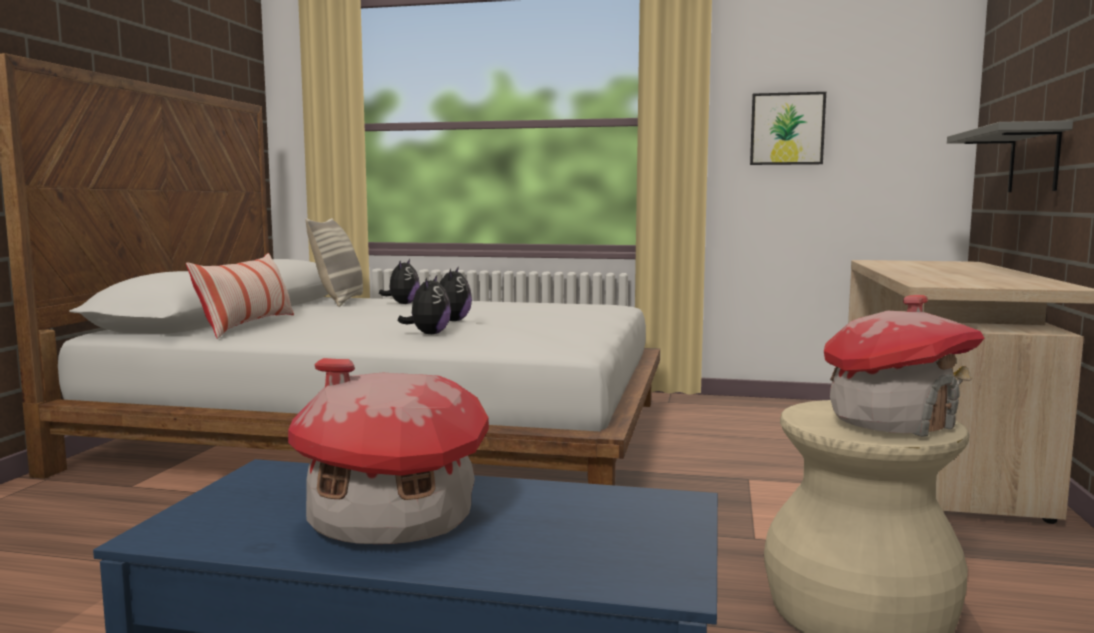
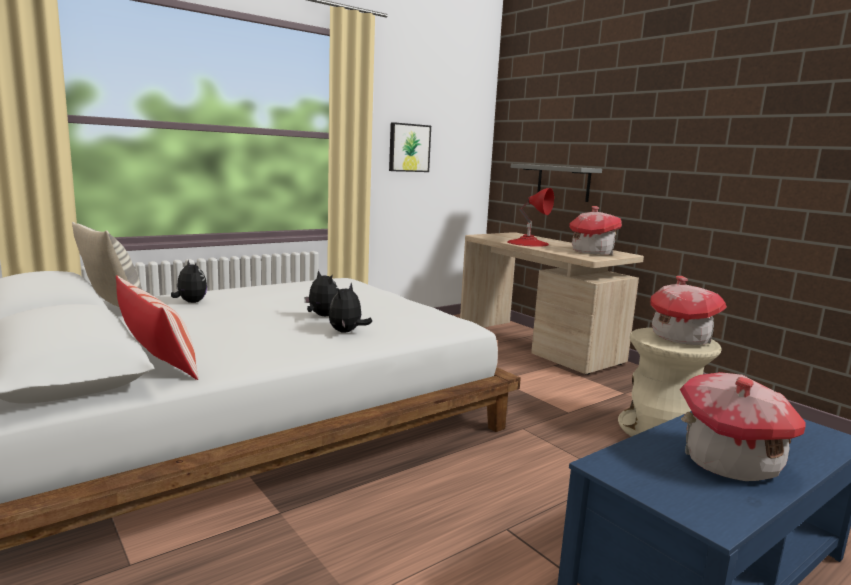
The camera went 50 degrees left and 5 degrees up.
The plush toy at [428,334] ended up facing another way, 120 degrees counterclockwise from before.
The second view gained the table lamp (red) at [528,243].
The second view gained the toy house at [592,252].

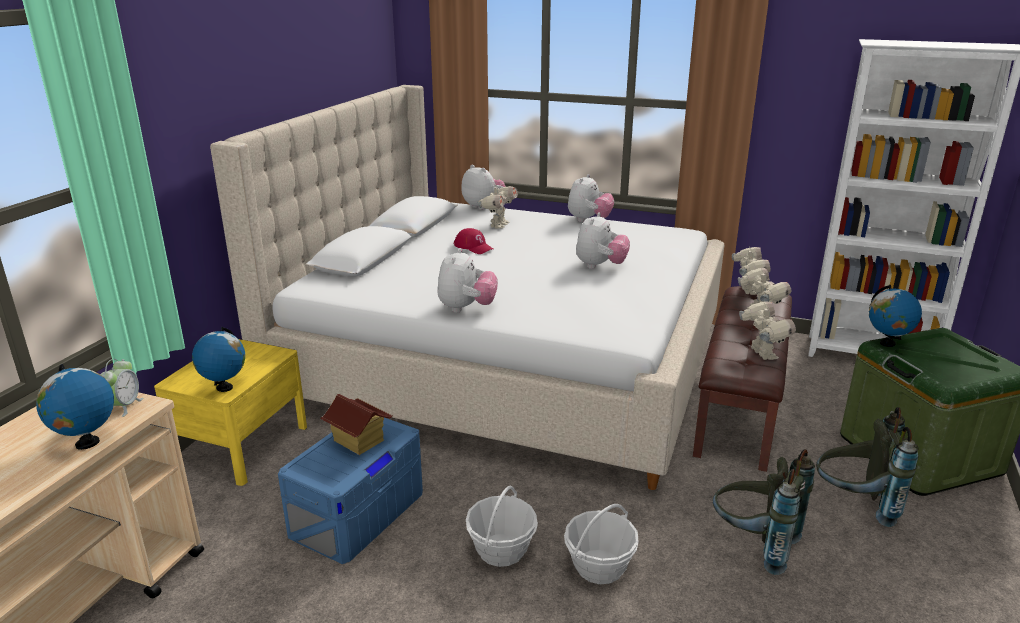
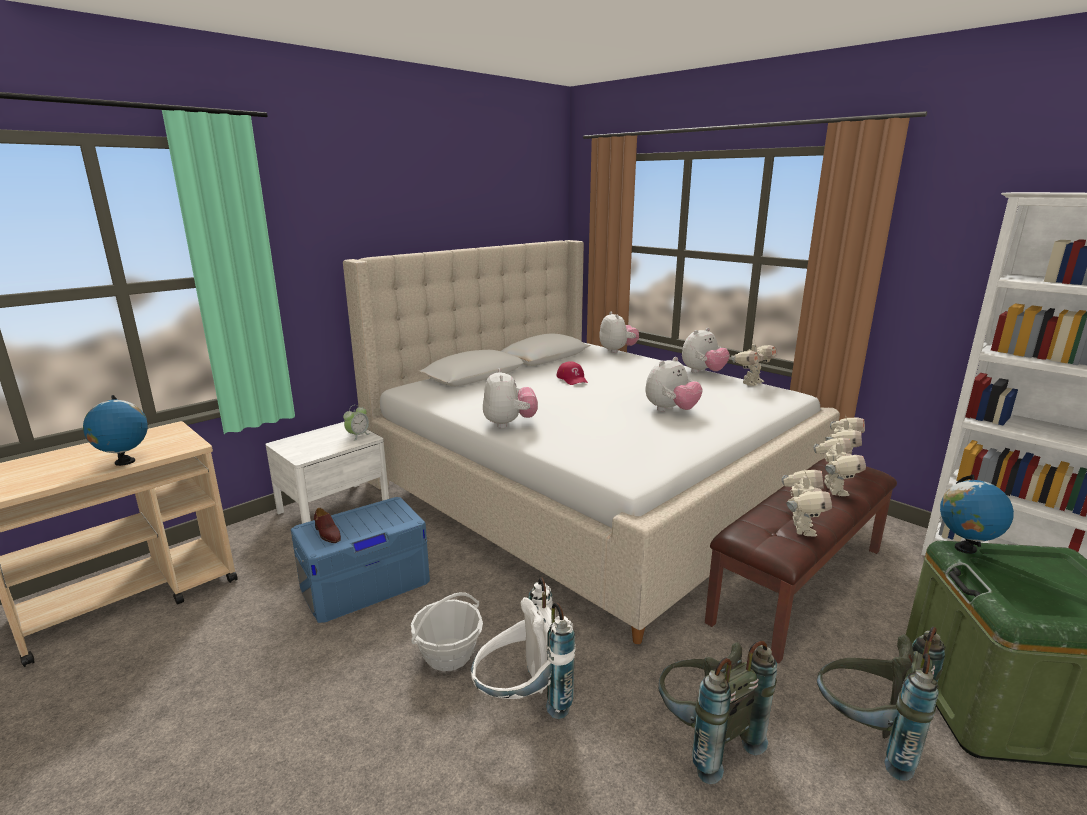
The camera went 25 degrees right and 5 degrees down.
The toy robot ended up elsewhere, having gone from [498,225] to [751,383].
The plush toy at [466,308] ended up facing another way, 45 degrees counterclockwise from before.
The second view lost the globe at [224,388].
What was the nightstand (yellow) at [242,446] turned into the nightstand (white) at [334,509].
The alarm clock ended up elsewhere, having gone from [124,406] to [358,436].
The second view lost the toy house at [358,441].
Where the basket stood at [599,566], the backpack (white) came to stand at [522,702].
The second view gained the shoe (brown) at [327,534].

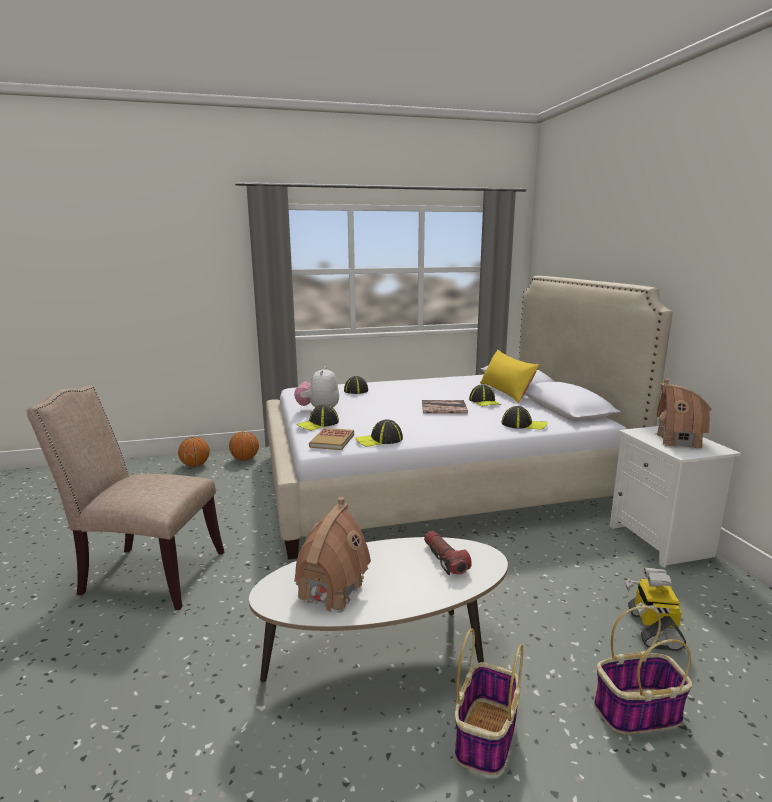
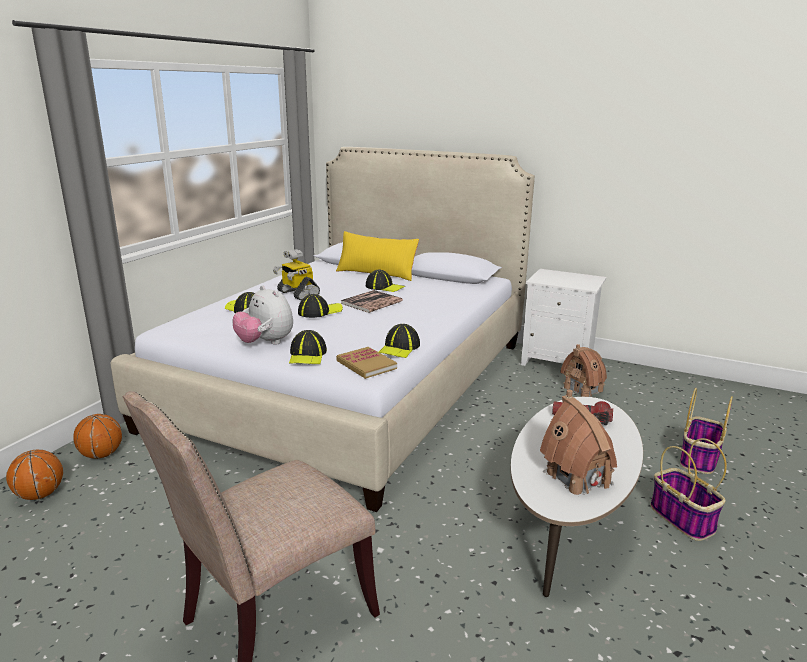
The camera went 50 degrees left and 5 degrees up.
The toy house ended up elsewhere, having gone from [678,441] to [583,389].
The cap ended up elsewhere, having gone from [523,424] to [320,311].
The toy robot ended up elsewhere, having gone from [652,629] to [297,294].

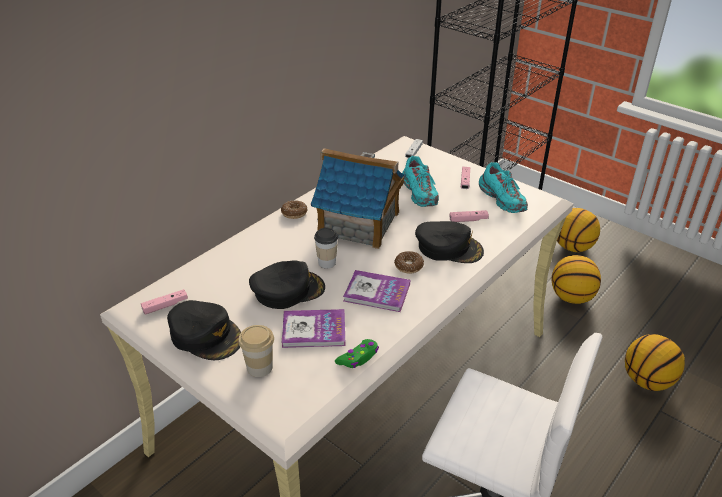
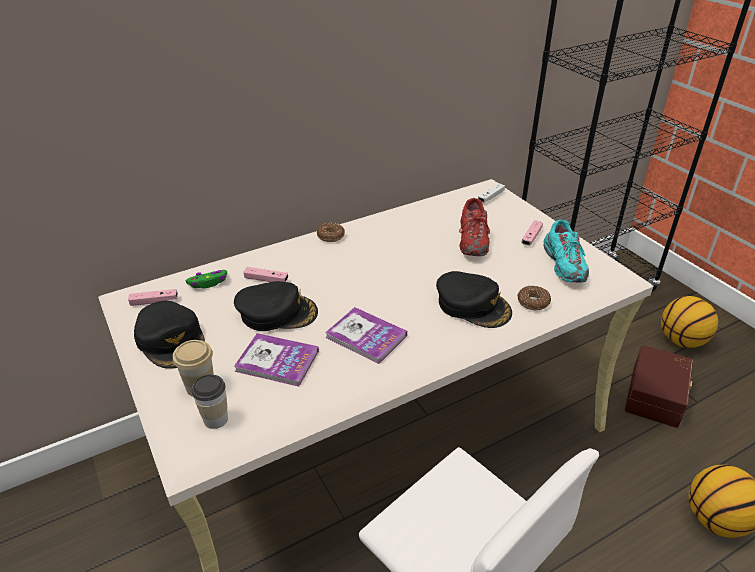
The camera went 20 degrees right and 0 degrees up.
The second view lost the toy house at [359,224].
What was the shoe (turquoise) at [419,194] turned into the shoe (red) at [472,241].
The game controller (pink) ended up elsewhere, having gone from [468,220] to [266,279].
The cup ended up elsewhere, having gone from [327,263] to [216,419].
The donut ended up elsewhere, having gone from [408,266] to [533,302].
Where the basketball stood at [571,297], the storage box (brown) came to stand at [657,396].
The game controller (green) ended up elsewhere, having gone from [358,357] to [208,283].

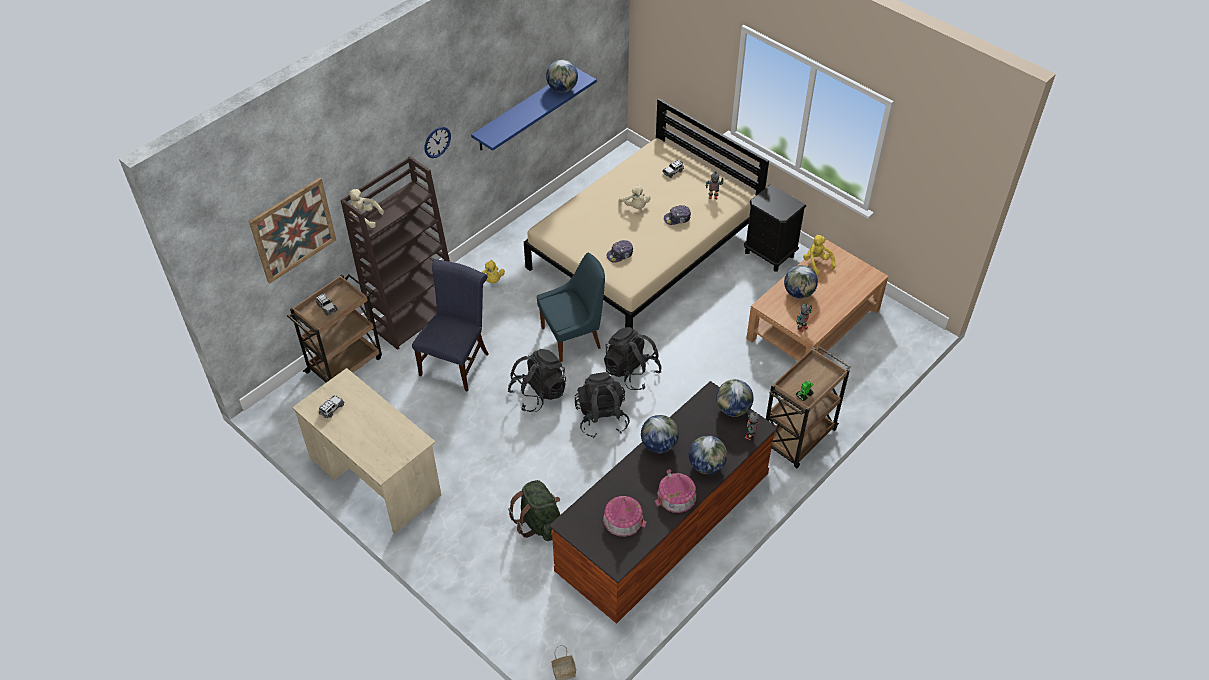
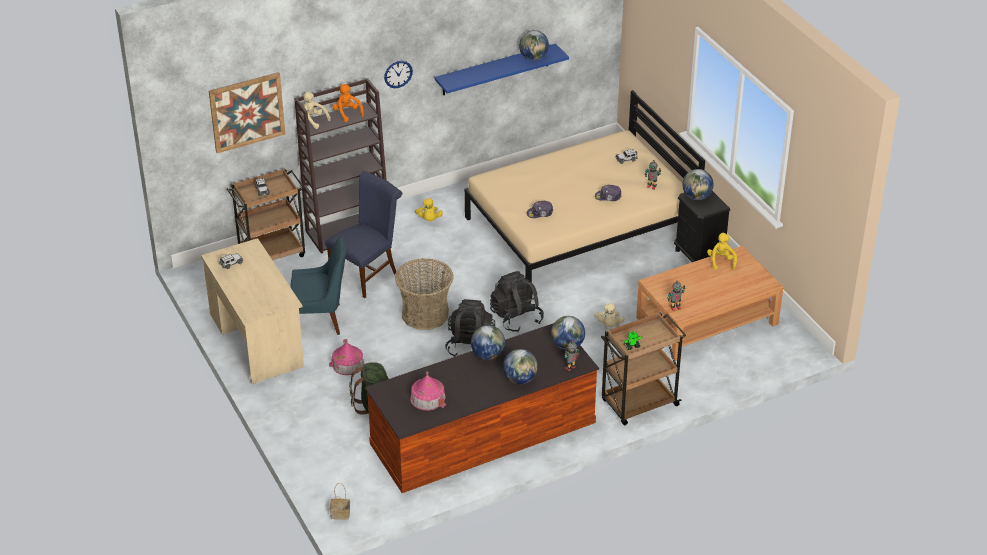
The camera went 20 degrees right and 10 degrees down.
The plush toy (beige) ended up elsewhere, having gone from [635,206] to [609,325].
The chair (blue) ended up elsewhere, having gone from [573,337] to [321,320].
The globe ended up elsewhere, having gone from [799,293] to [697,197].
Where the backpack (black) stood at [538,393], the basket came to stand at [425,314].
The toy house ended up elsewhere, having gone from [676,496] to [348,364].
The second view gained the plush toy (orange) at [347,113].

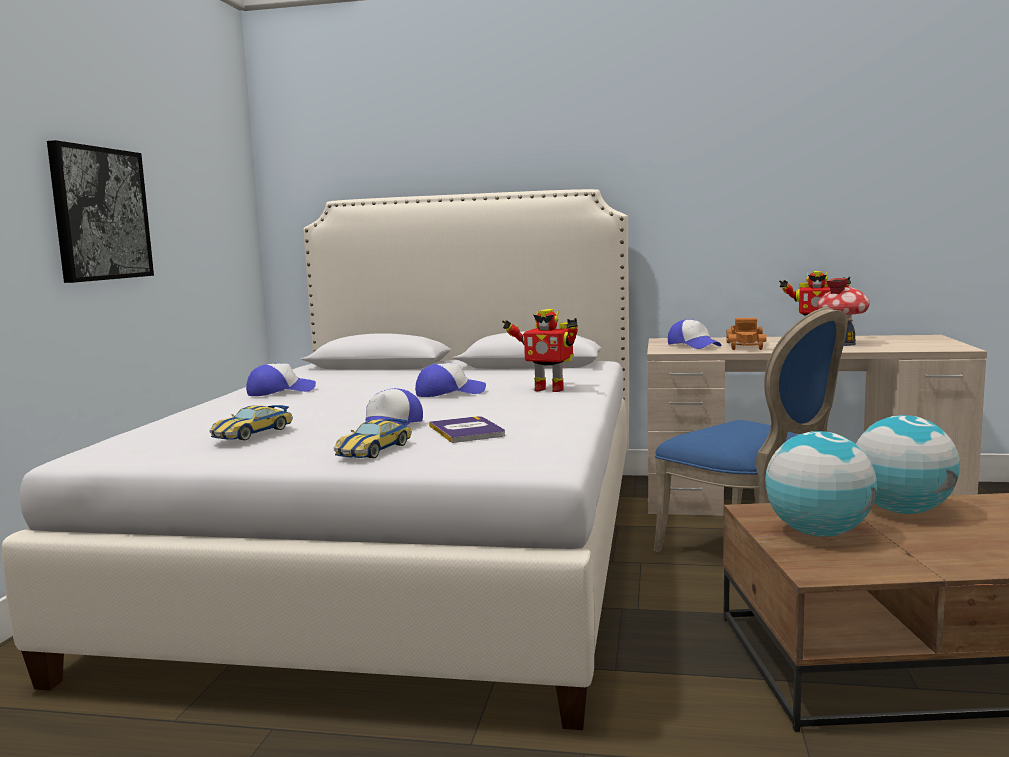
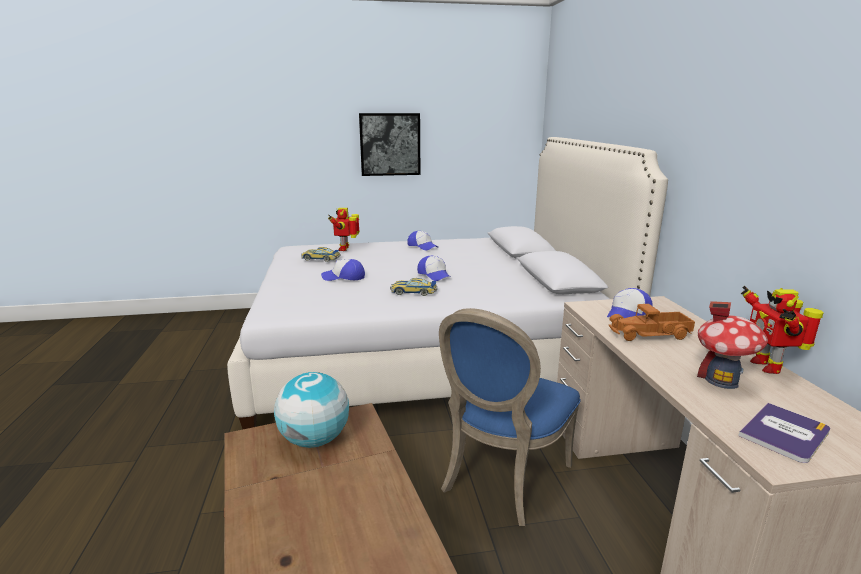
The camera went 70 degrees right and 10 degrees up.
The toy robot ended up elsewhere, having gone from [548,389] to [345,249].
The second view lost the globe at [901,511].
The book ended up elsewhere, having gone from [467,431] to [784,433].
The toy car ended up elsewhere, having gone from [374,449] to [413,292].

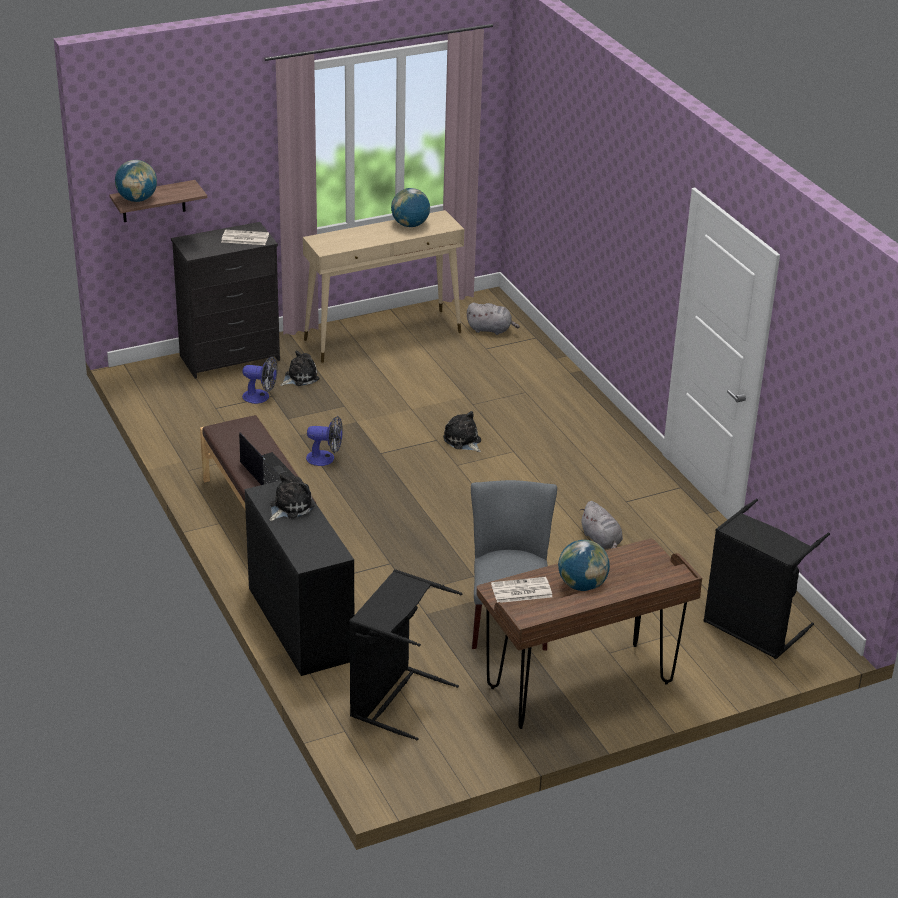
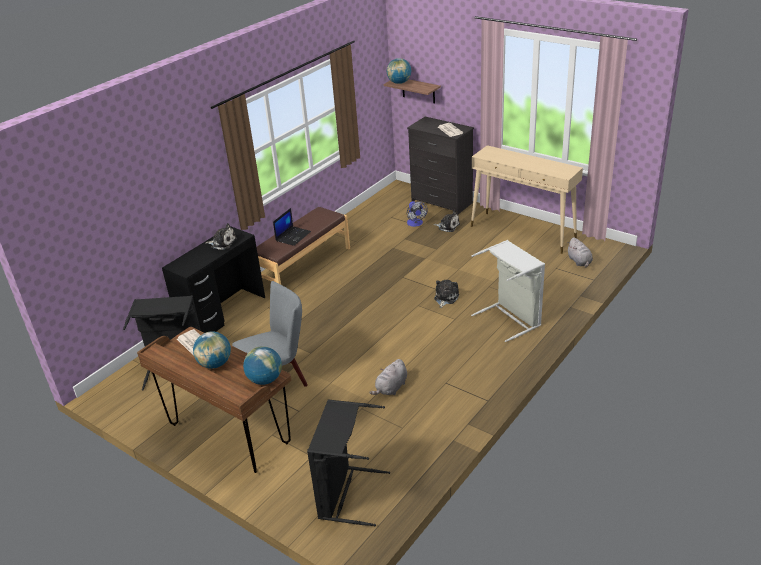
The camera went 65 degrees right and 0 degrees up.
The globe ended up elsewhere, having gone from [410,225] to [265,380].
The second view lost the fan at [325,458].
The second view gained the laundry basket (grey) at [511,318].

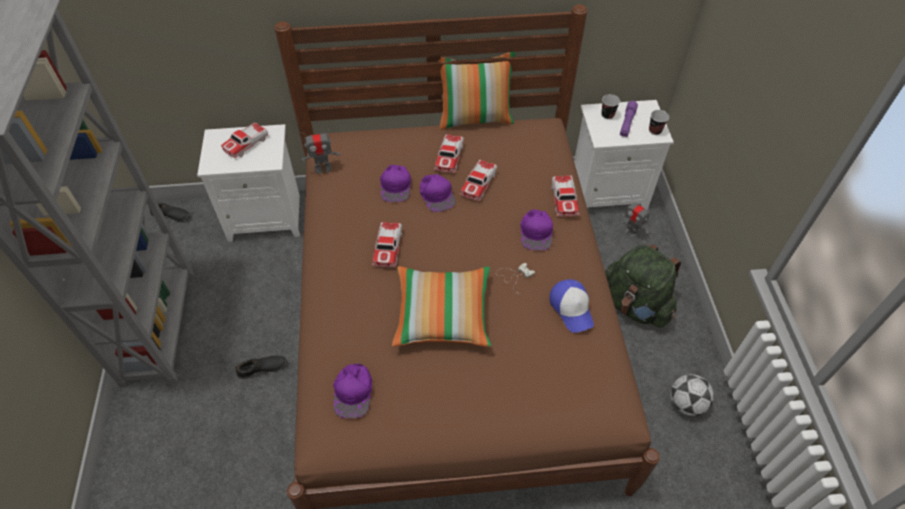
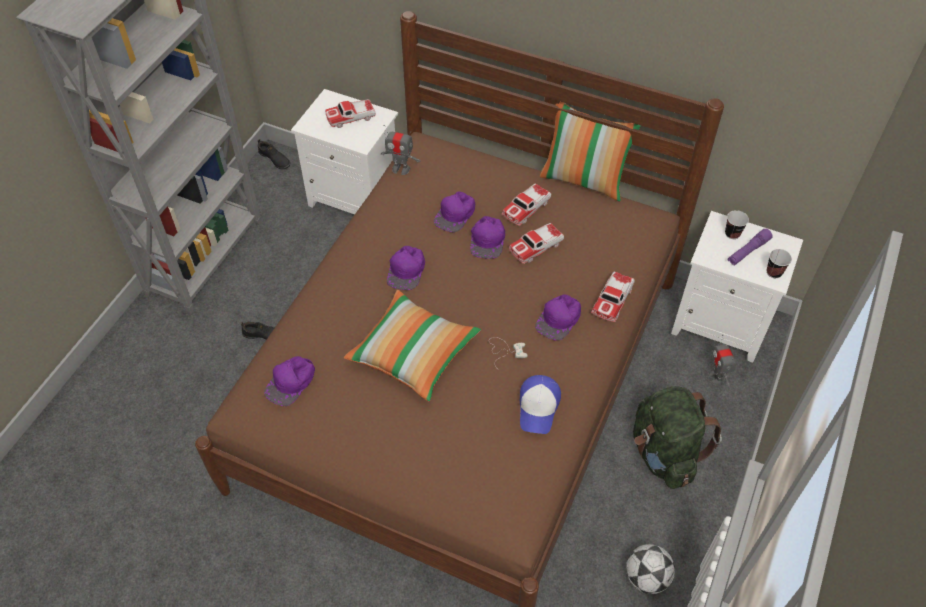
The camera went 30 degrees right and 0 degrees up.
Where the toy car stood at [388,248], the cap (purple) came to stand at [407,270].

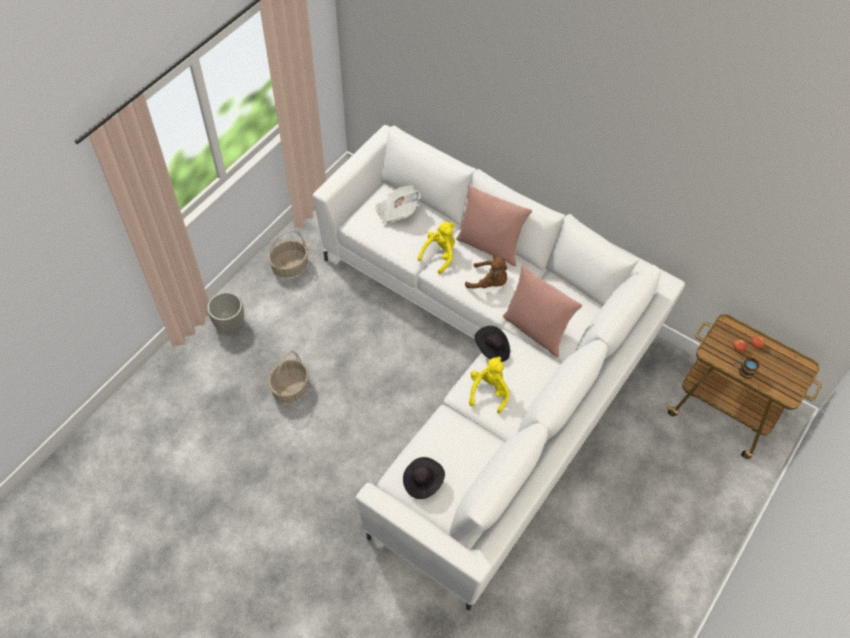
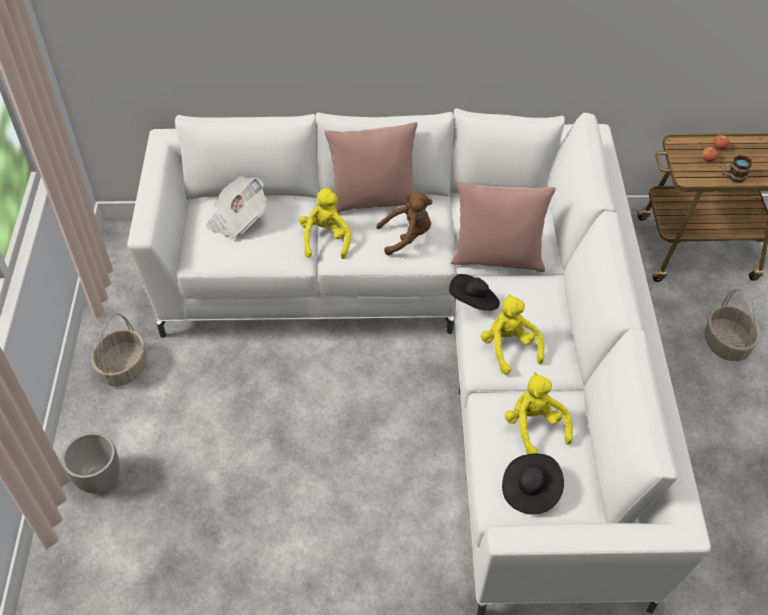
The camera went 35 degrees left and 5 degrees down.
The basket ended up elsewhere, having gone from [290,388] to [727,344].
The second view gained the plush toy (yellow) at [534,427].

